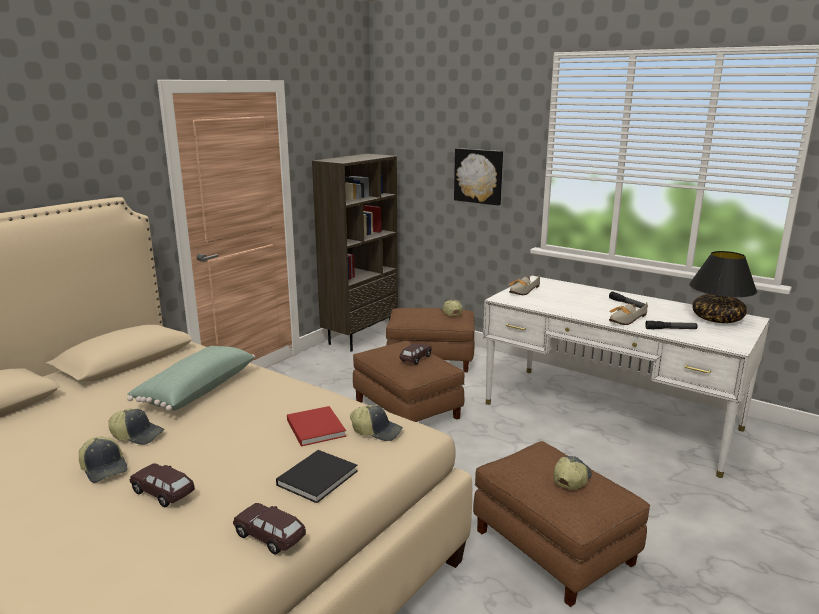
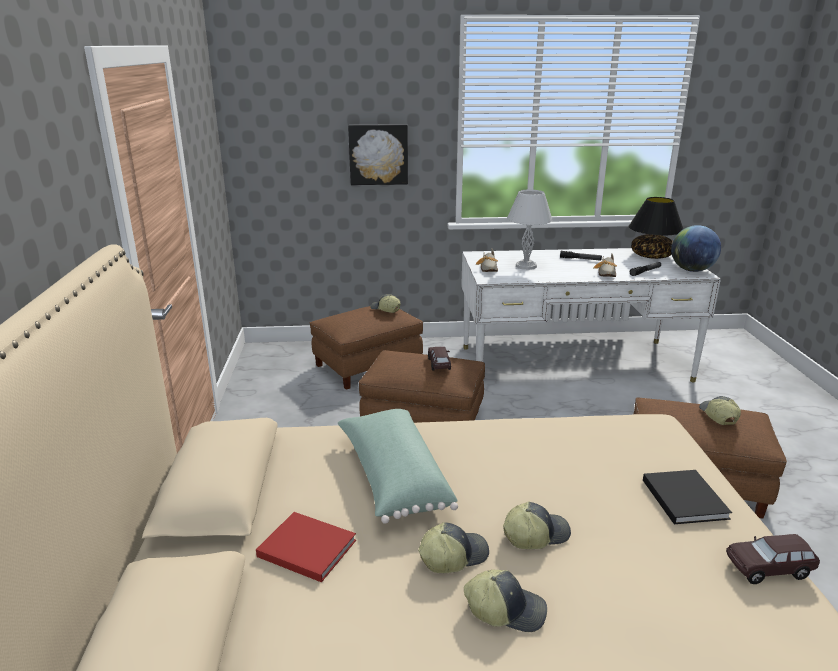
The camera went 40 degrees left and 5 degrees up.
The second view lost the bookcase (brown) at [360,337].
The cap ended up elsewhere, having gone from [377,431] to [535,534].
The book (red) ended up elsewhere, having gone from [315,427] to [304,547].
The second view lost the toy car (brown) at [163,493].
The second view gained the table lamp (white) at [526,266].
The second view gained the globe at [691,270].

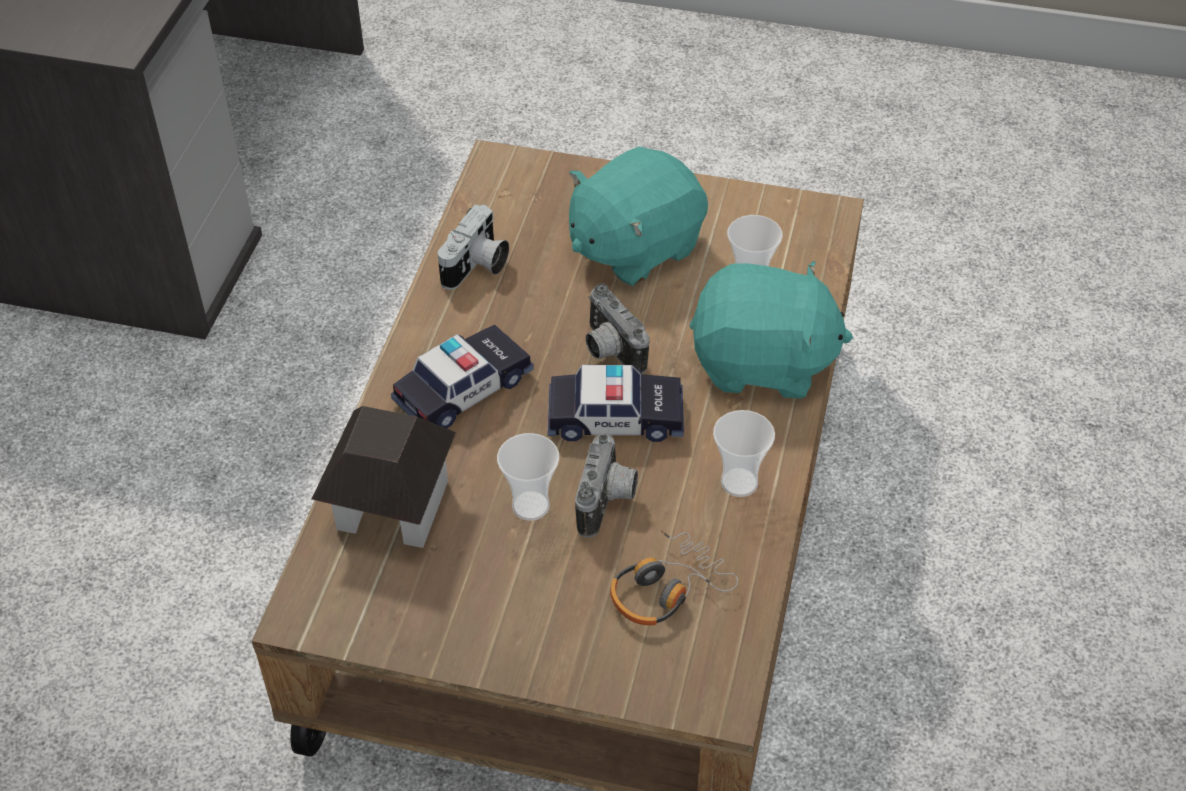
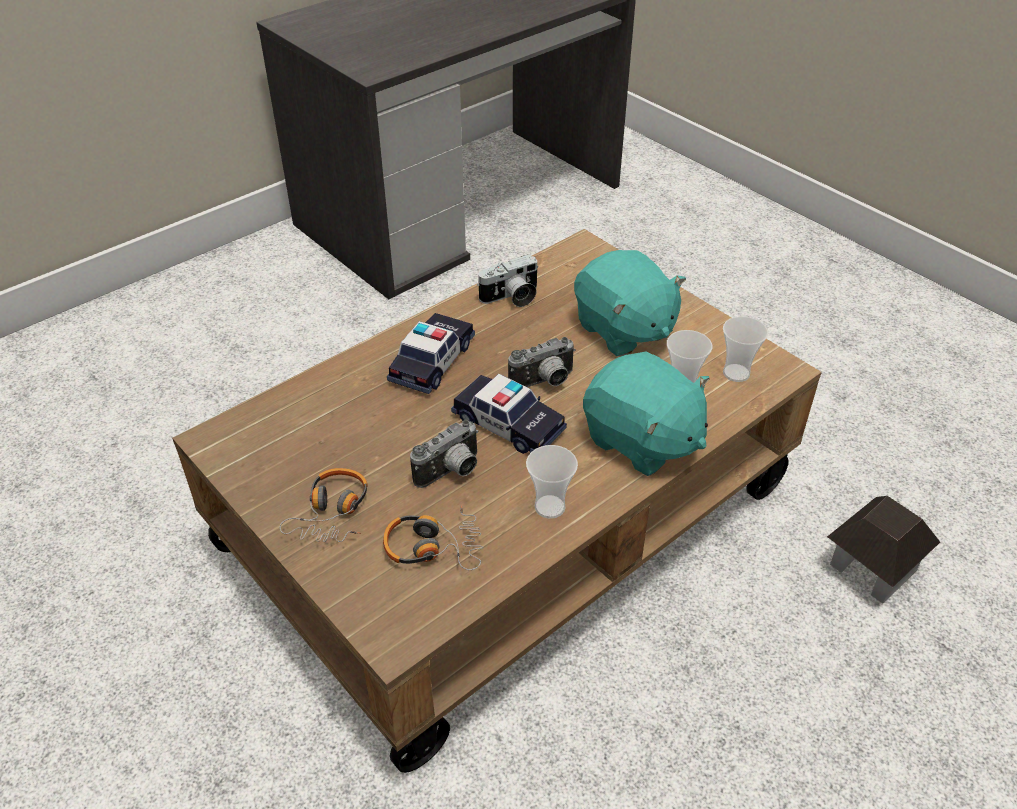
The camera went 35 degrees right and 5 degrees down.
The plush toy (turquoise) at [634,247] ended up facing another way, 120 degrees counterclockwise from before.
The photo camera at [608,350] ended up facing another way, 120 degrees counterclockwise from before.
The toy car at [463,389] ended up facing another way, 60 degrees counterclockwise from before.
The toy house ended up elsewhere, having gone from [392,507] to [871,568].
The cup ended up elsewhere, having gone from [530,506] to [736,373].
The second view gained the headphones at [332,513].

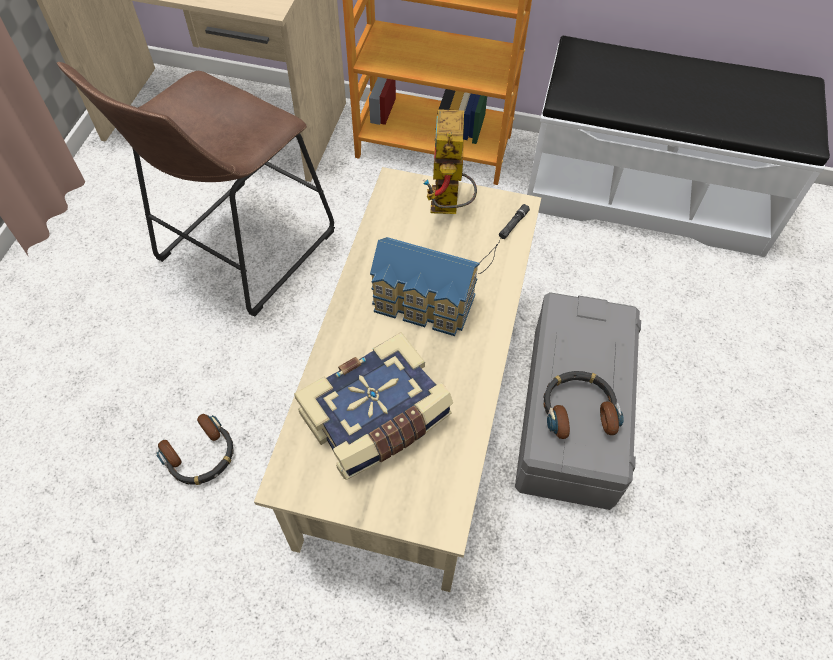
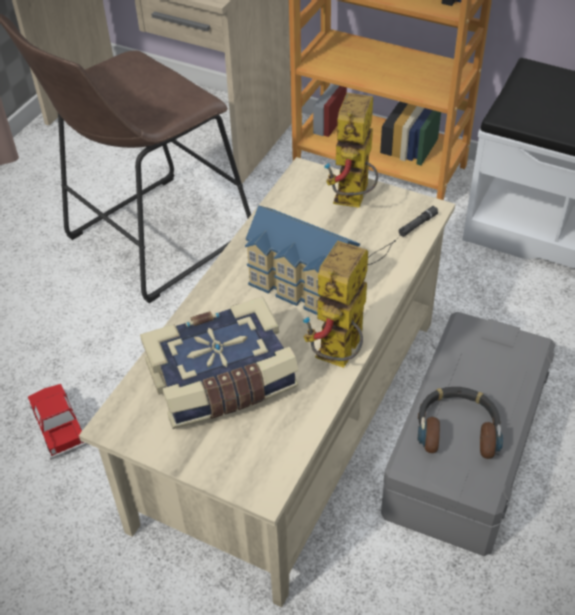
The camera went 15 degrees right and 10 degrees down.
Where the headphones stood at [201,456], the toy car came to stand at [59,426].
The second view gained the toy robot at [339,357].

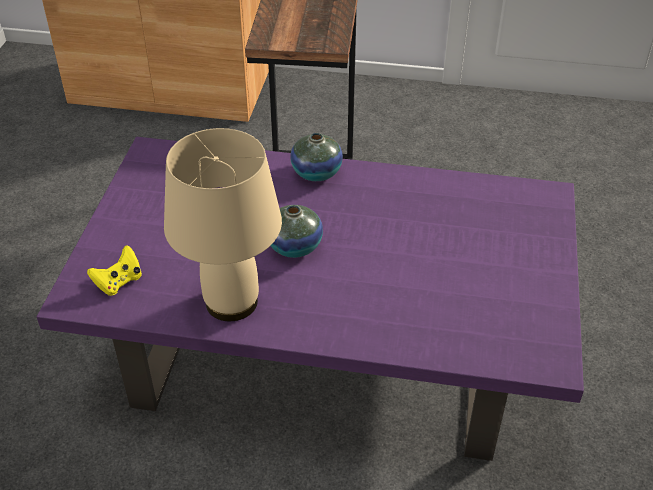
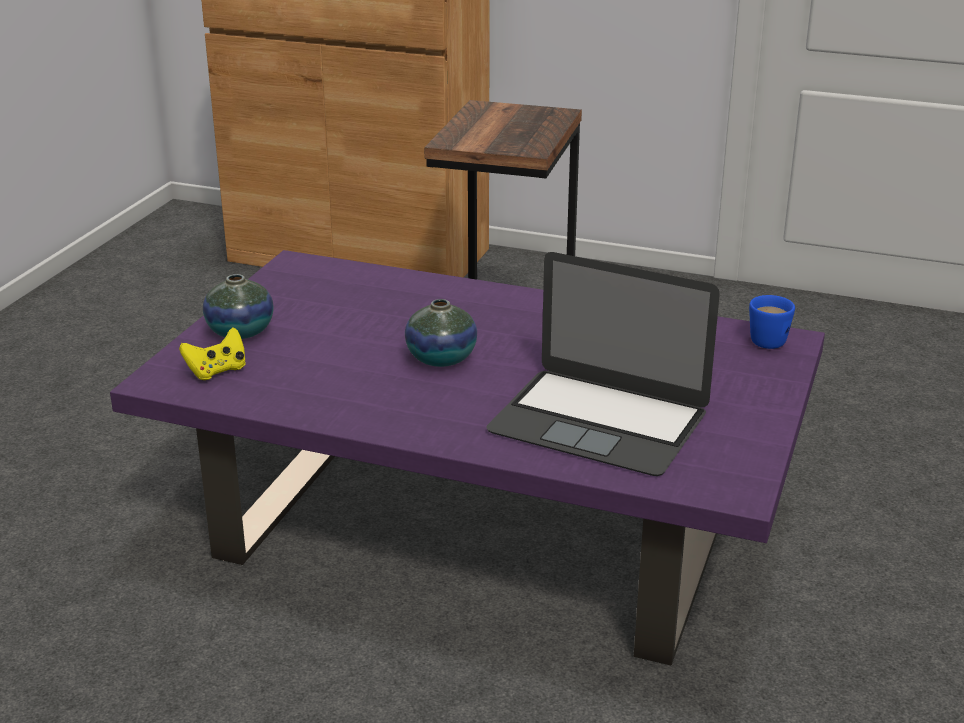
The camera went 10 degrees right and 15 degrees down.
The second view lost the table lamp (beige) at [230,301].
The vase ended up elsewhere, having gone from [316,172] to [240,332].
The second view gained the laptop at [599,421].
The second view gained the mug (blue) at [764,339].

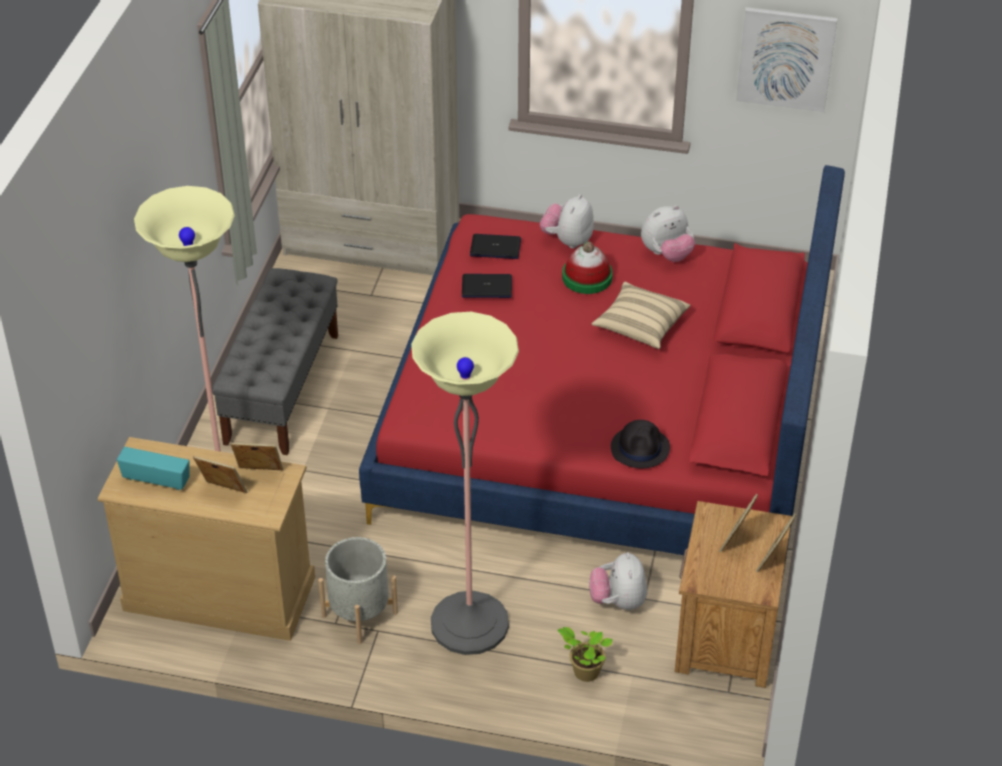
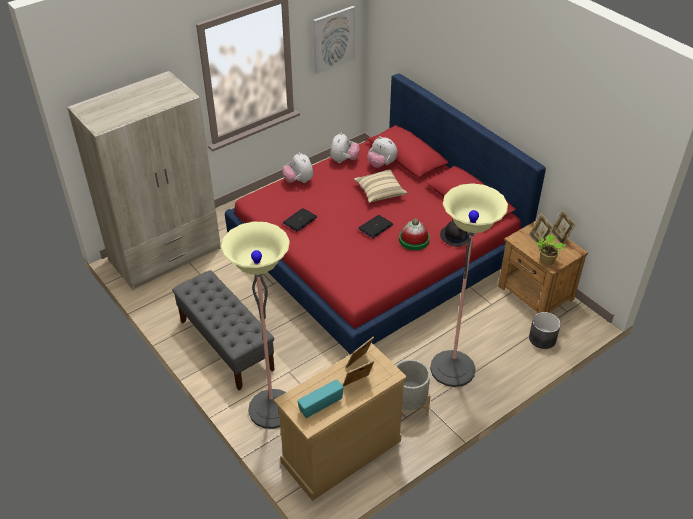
The camera went 50 degrees left and 0 degrees up.
The laptop ended up elsewhere, having gone from [495,247] to [375,227].
The hat ended up elsewhere, having gone from [587,277] to [414,240].
The plush toy ended up elsewhere, having gone from [618,601] to [381,164].
The potted plant ended up elsewhere, having gone from [584,672] to [546,261].
The second view gained the planter (grey) at [542,339].

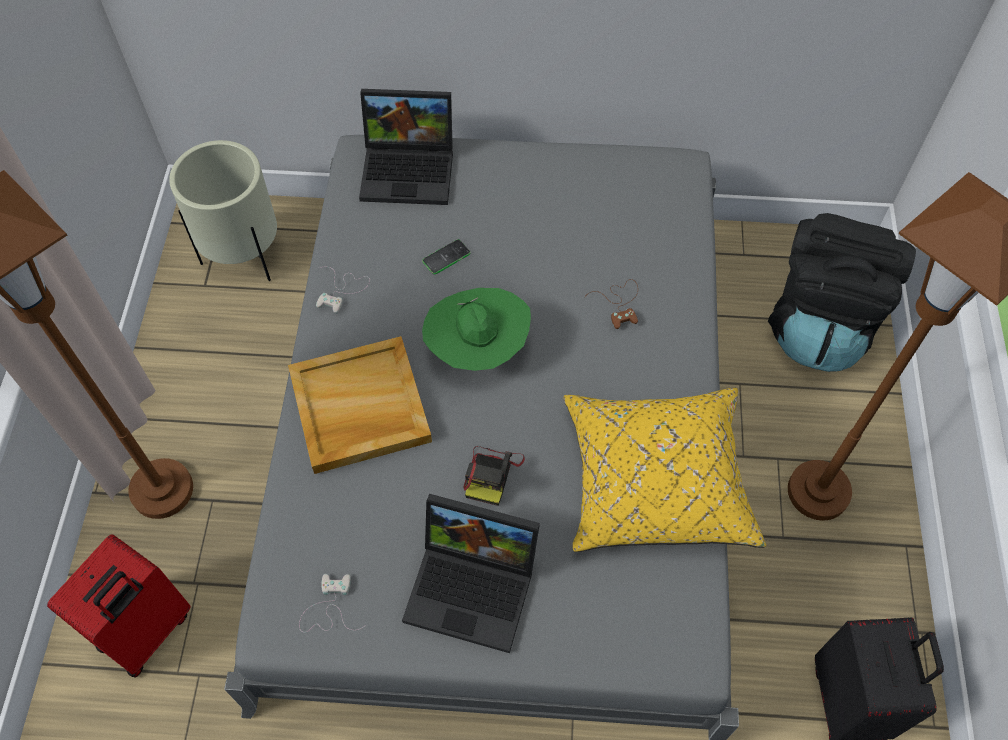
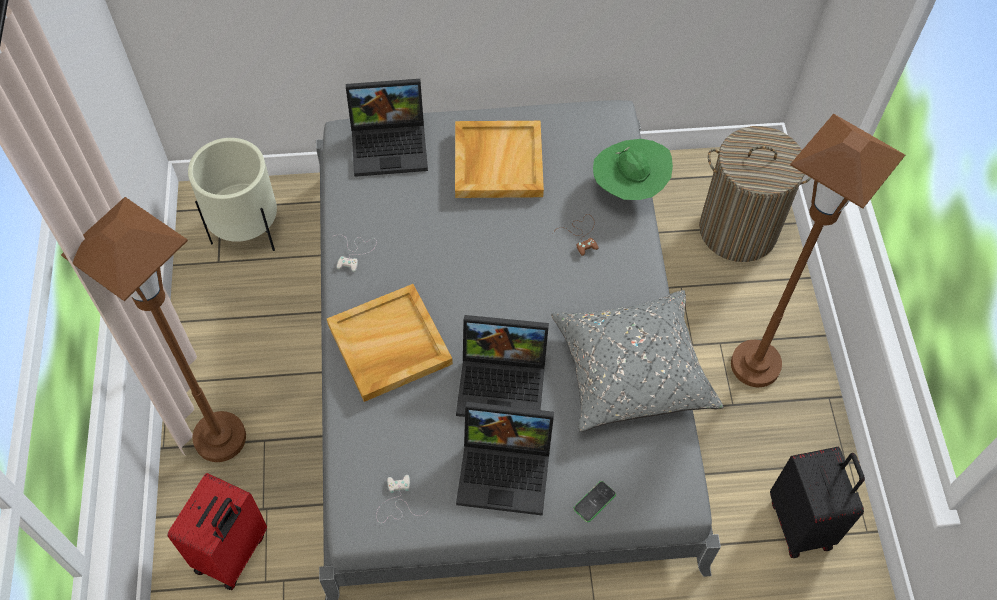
The camera went 10 degrees left and 0 degrees up.
Where the backpack (black) stood at [819,325], the laundry basket came to stand at [738,230].
The phone ended up elsewhere, having gone from [446,257] to [594,501].
The hat (green) ended up elsewhere, having gone from [477,349] to [629,187].
What was the pillow (yellow) at [655,480] turned into the pillow (grey) at [631,370].
Where the photo camera stood at [491,474], the laptop came to stand at [504,383].
The second view gained the tray (beige) at [497,161].

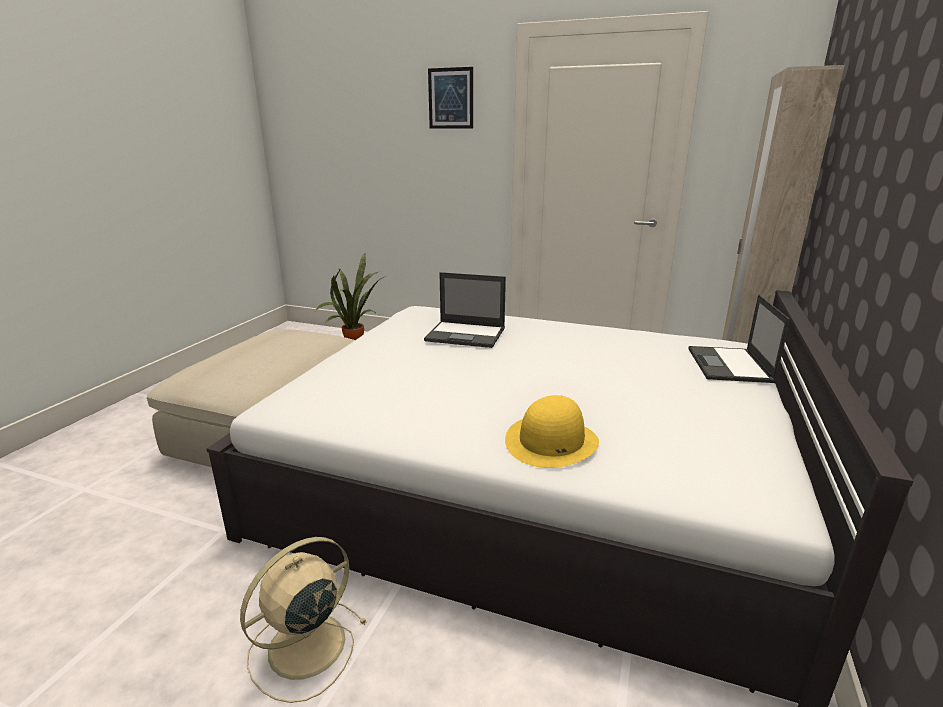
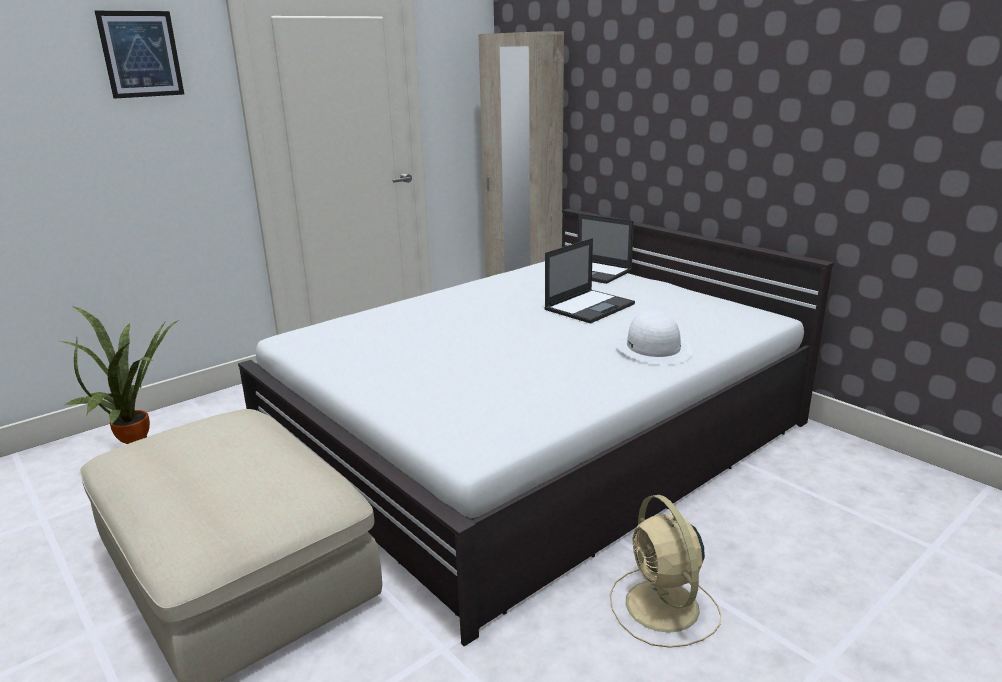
The camera went 60 degrees left and 0 degrees up.
The laptop ended up elsewhere, having gone from [466,335] to [590,306].
What was the hat (yellow) at [551,442] turned into the hat (white) at [653,349].

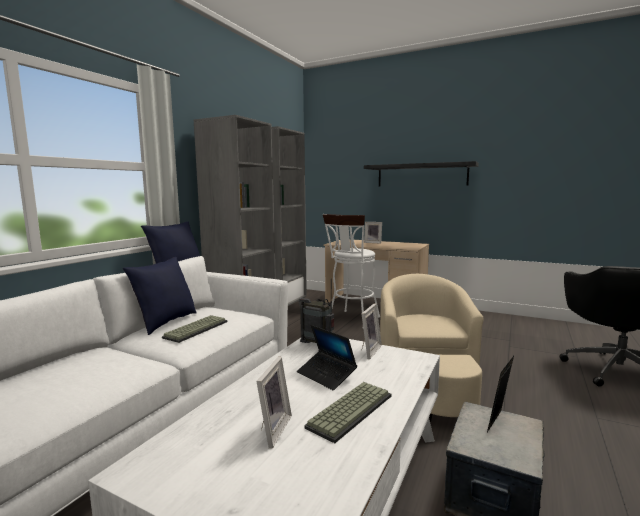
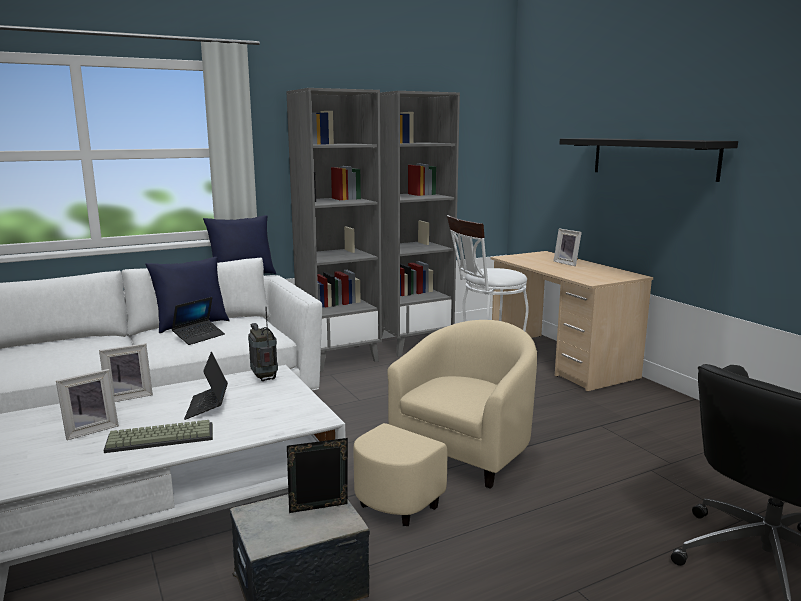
The camera went 35 degrees right and 5 degrees up.
The picture frame ended up elsewhere, having gone from [368,351] to [128,396].
Where the keyboard stood at [196,329], the laptop came to stand at [199,337].

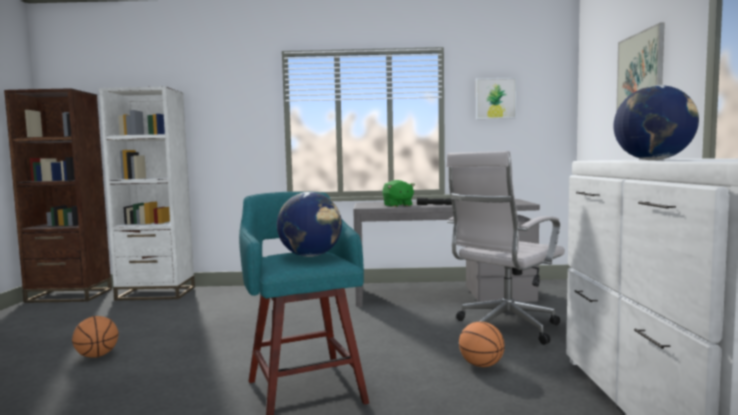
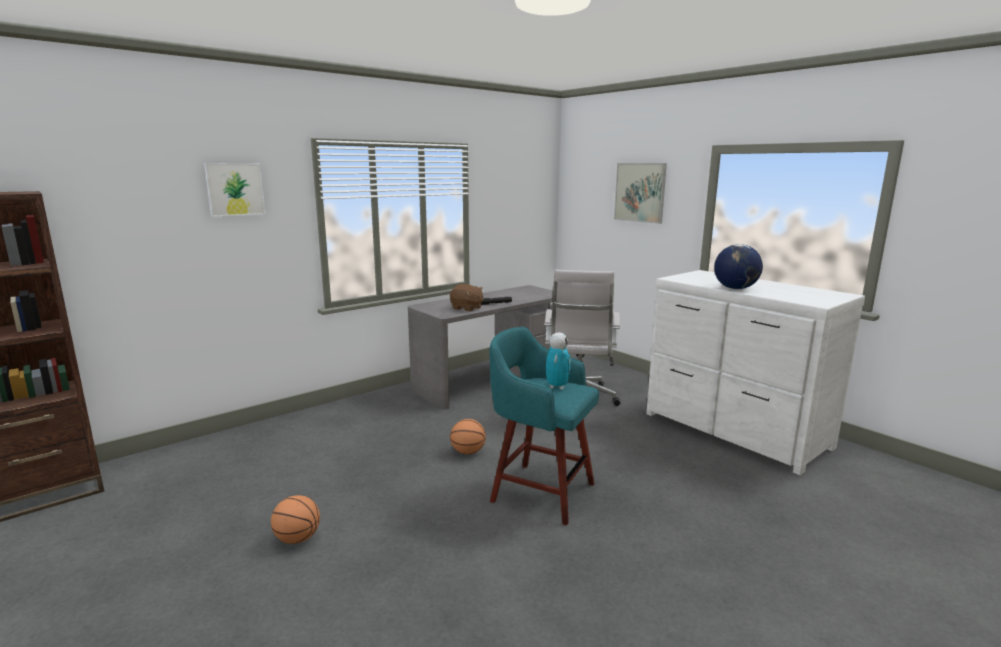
The camera went 40 degrees left and 10 degrees up.
The picture ended up elsewhere, having gone from [495,98] to [235,189].
The second view lost the bookcase (white) at [156,293].
What was the plush toy (green) at [397,205] turned into the plush toy (brown) at [467,308].
Where the globe stood at [311,256], the toy robot came to stand at [557,386].
The basketball ended up elsewhere, having gone from [481,365] to [468,452].

